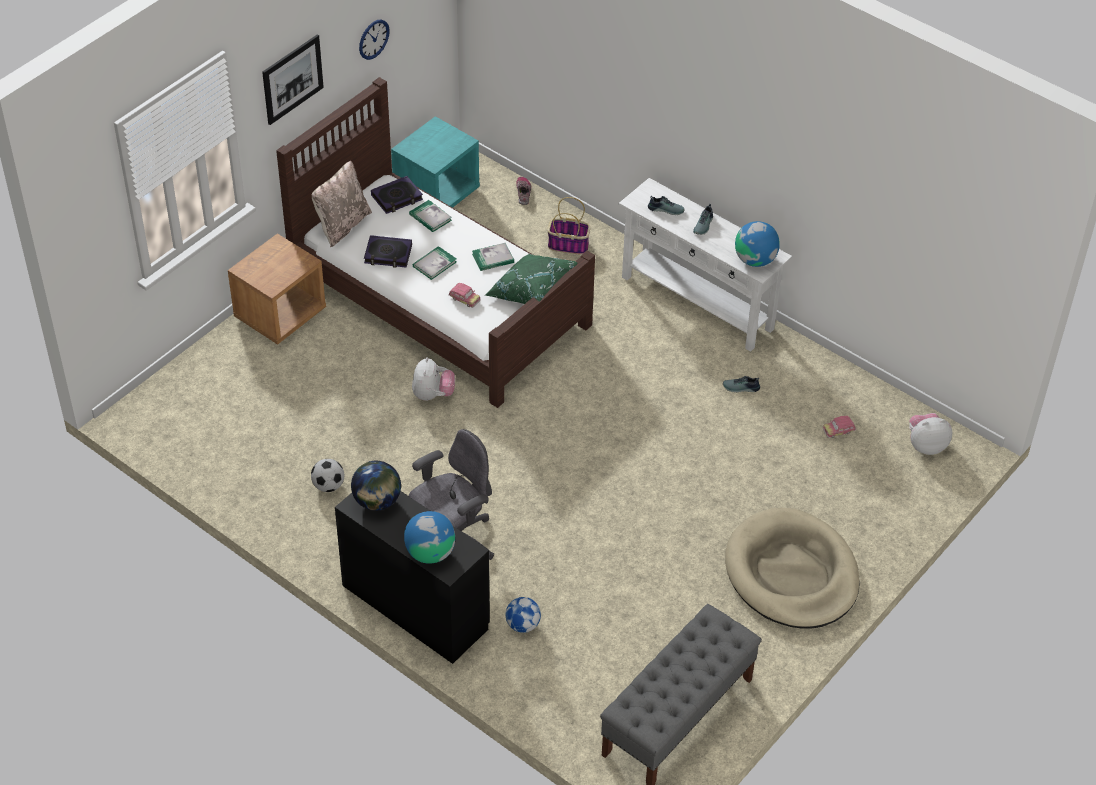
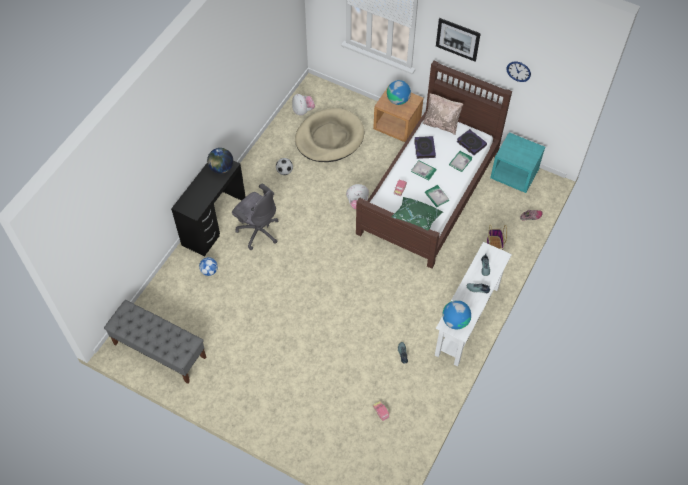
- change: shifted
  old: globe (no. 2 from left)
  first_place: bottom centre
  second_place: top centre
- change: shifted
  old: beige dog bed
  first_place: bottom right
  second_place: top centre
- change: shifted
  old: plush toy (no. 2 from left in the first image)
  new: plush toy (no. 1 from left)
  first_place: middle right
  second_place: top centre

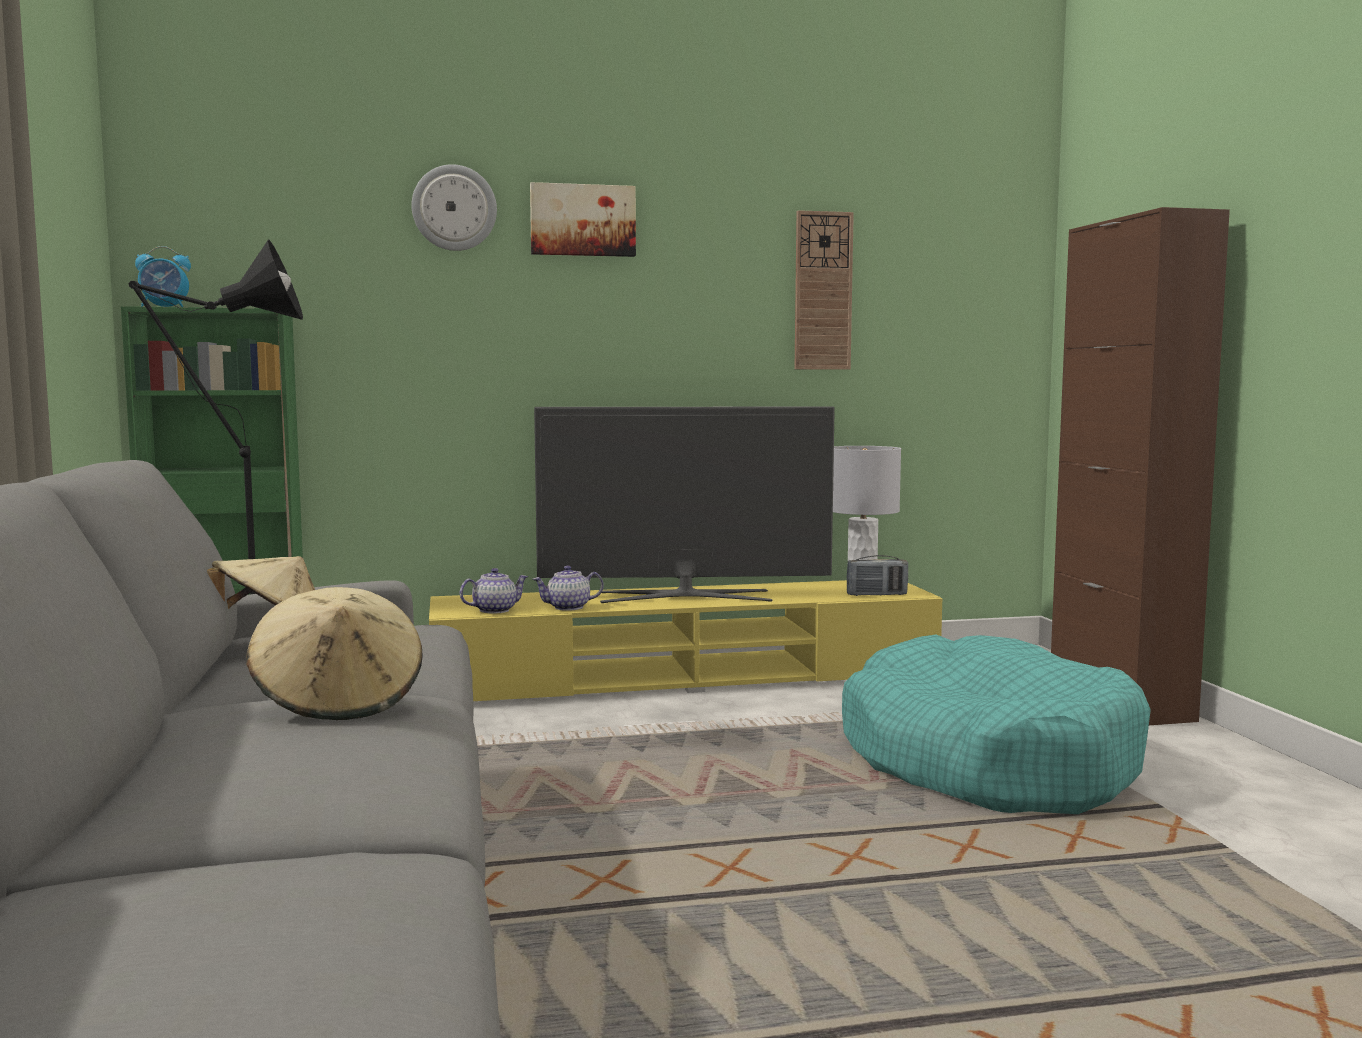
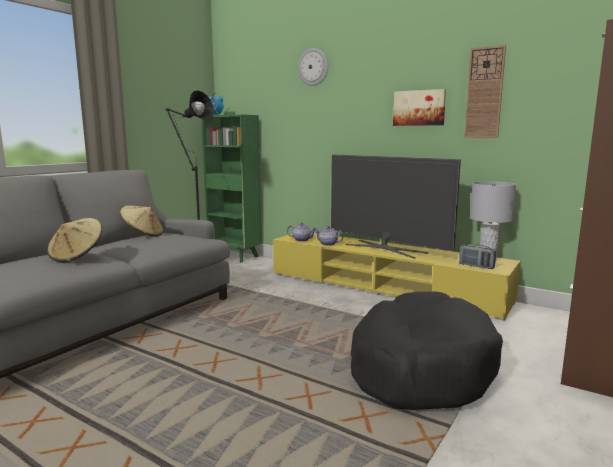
- change: shifted
  old: picture
  first_place: top centre
  second_place: top right
- change: repainted
  old: turquoise dog bed
  new: black dog bed
  first_place: bottom right
  second_place: bottom right

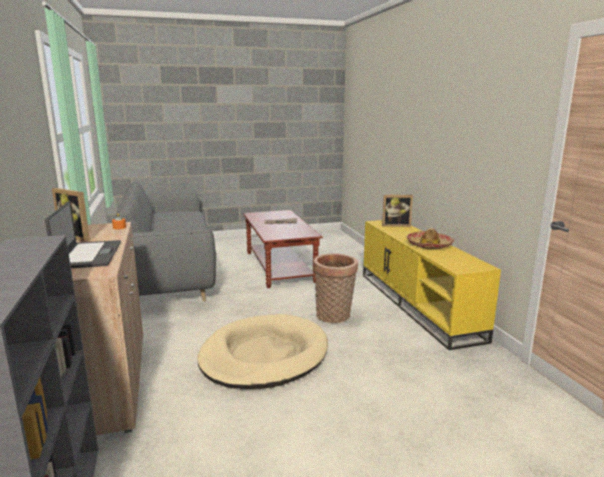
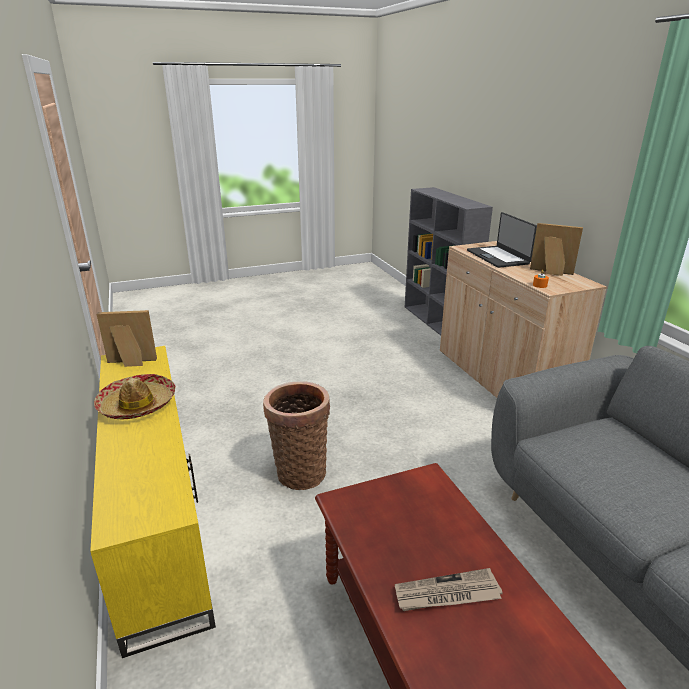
- change: gone
  old: beige dog bed
  first_place: bottom centre
- change: shifted
  old: picture frame (no. 2 from left in the first image)
  new: picture frame (no. 1 from left)
  first_place: centre
  second_place: middle left

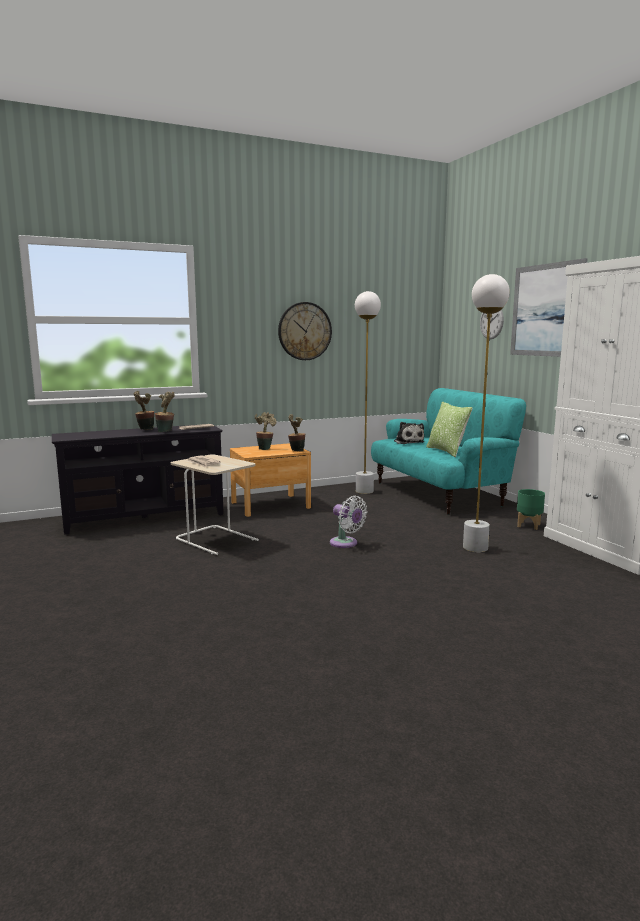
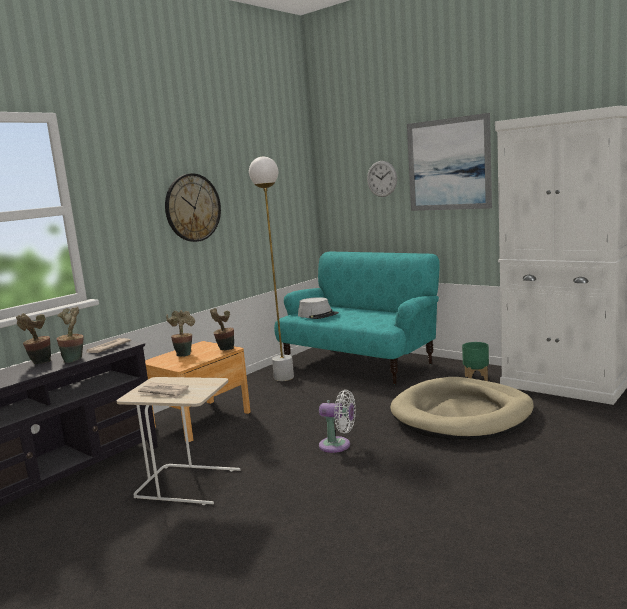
- change: swapped
  old: plush toy
  new: grey hat
  first_place: centre
  second_place: centre
- change: gone
  old: pillow
  first_place: middle right
- change: swapped
  old: white floor lamp (no. 2 from left)
  new: beige dog bed
  first_place: middle right
  second_place: bottom right

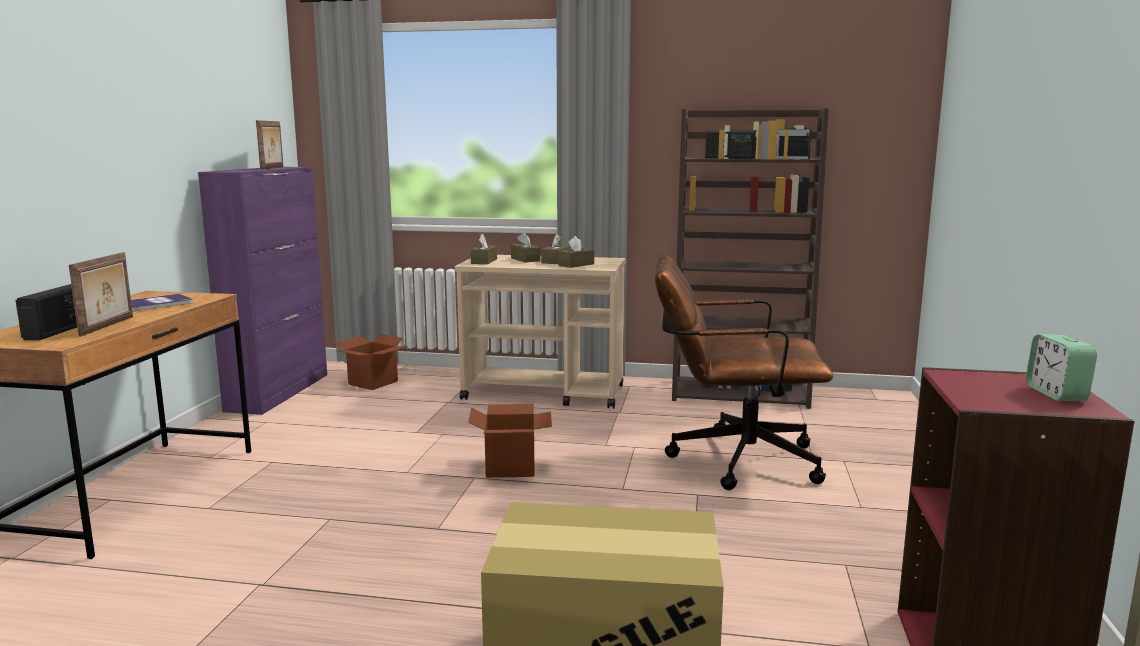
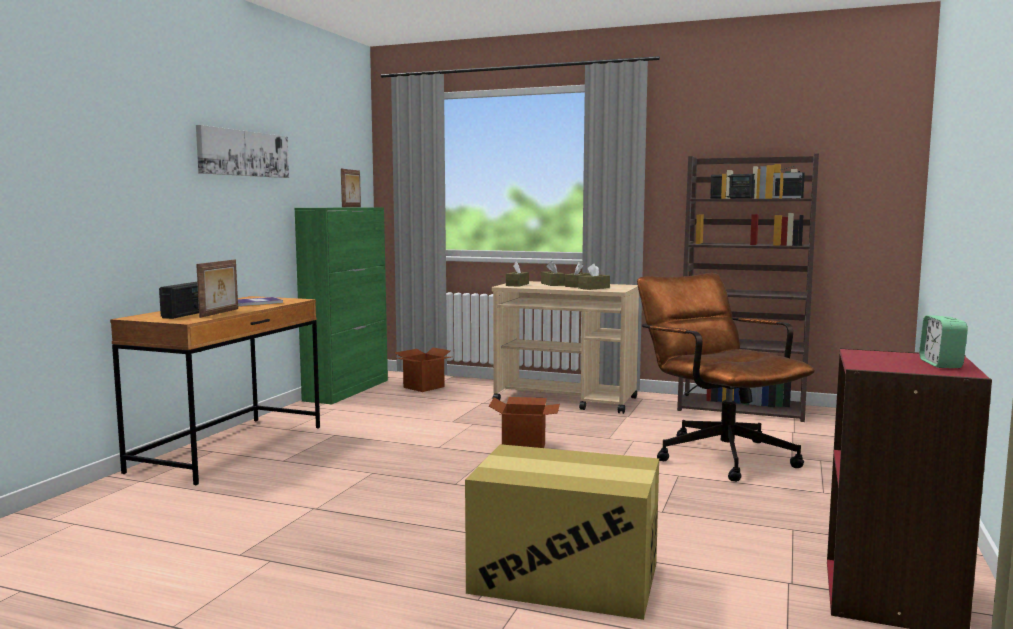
- change: repainted
  old: purple cabinet
  new: green cabinet
  first_place: middle left
  second_place: centre
- change: rotated
  old: brown office chair
  first_place: centre
  second_place: middle right
  degrees: 45
- change: new
  new: picture
  second_place: top left

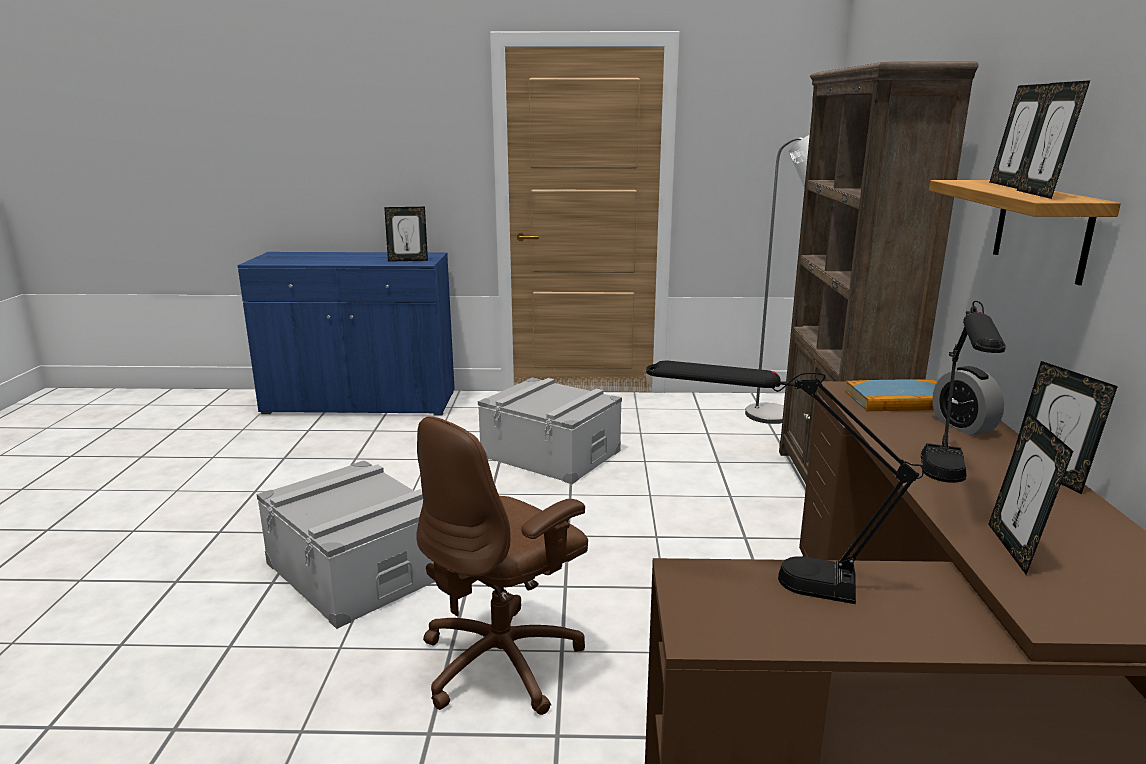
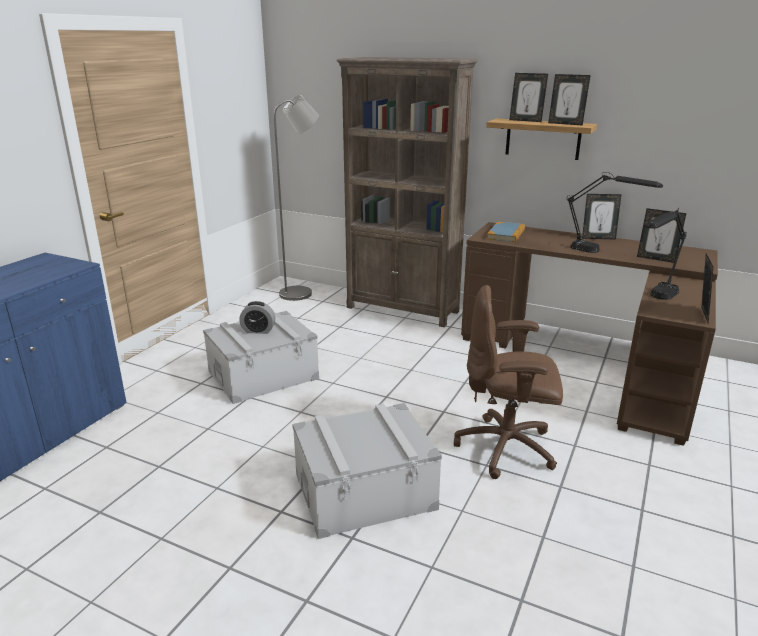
- change: shifted
  old: picture frame (no. 1 from left in the first image)
  new: picture frame (no. 5 from left)
  first_place: top centre
  second_place: middle right
- change: rotated
  old: brown office chair
  first_place: bottom centre
  second_place: middle right
  degrees: 120
- change: shifted
  old: alarm clock
  first_place: middle right
  second_place: centre

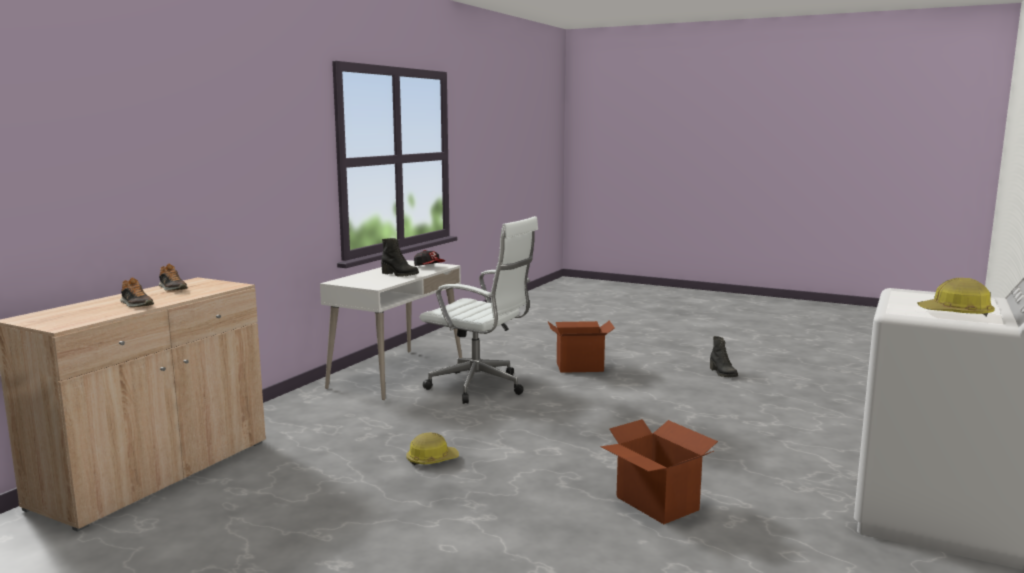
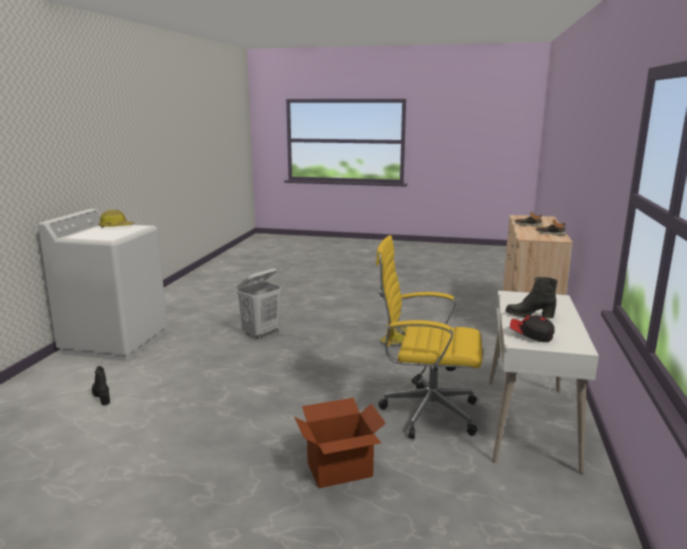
- change: repainted
  old: white office chair
  new: yellow office chair
  first_place: centre
  second_place: centre
- change: swapped
  old: cardboard box (no. 2 from left)
  new: white laundry basket
  first_place: bottom centre
  second_place: centre
- change: shifted
  old: black boot (no. 2 from left in the first image)
  new: black boot (no. 1 from left)
  first_place: middle right
  second_place: bottom left

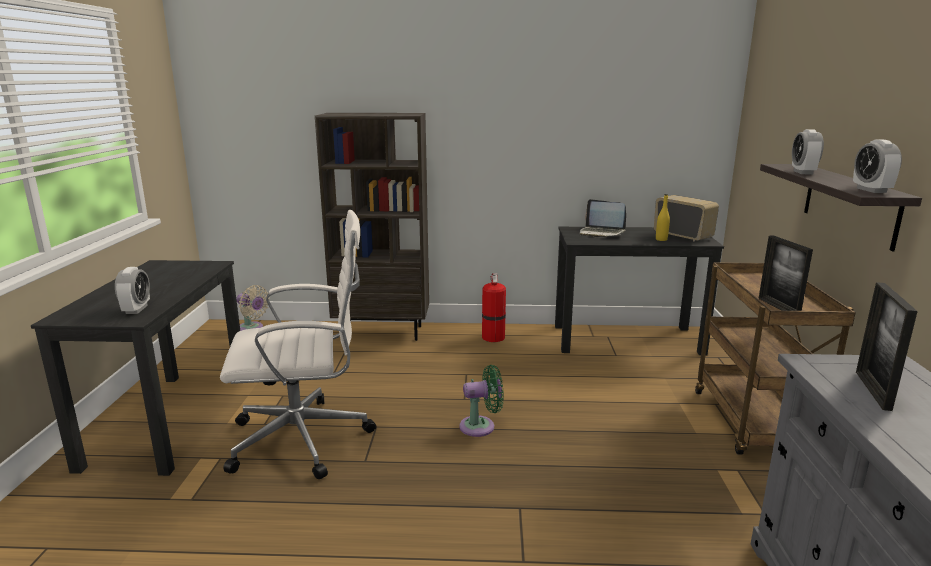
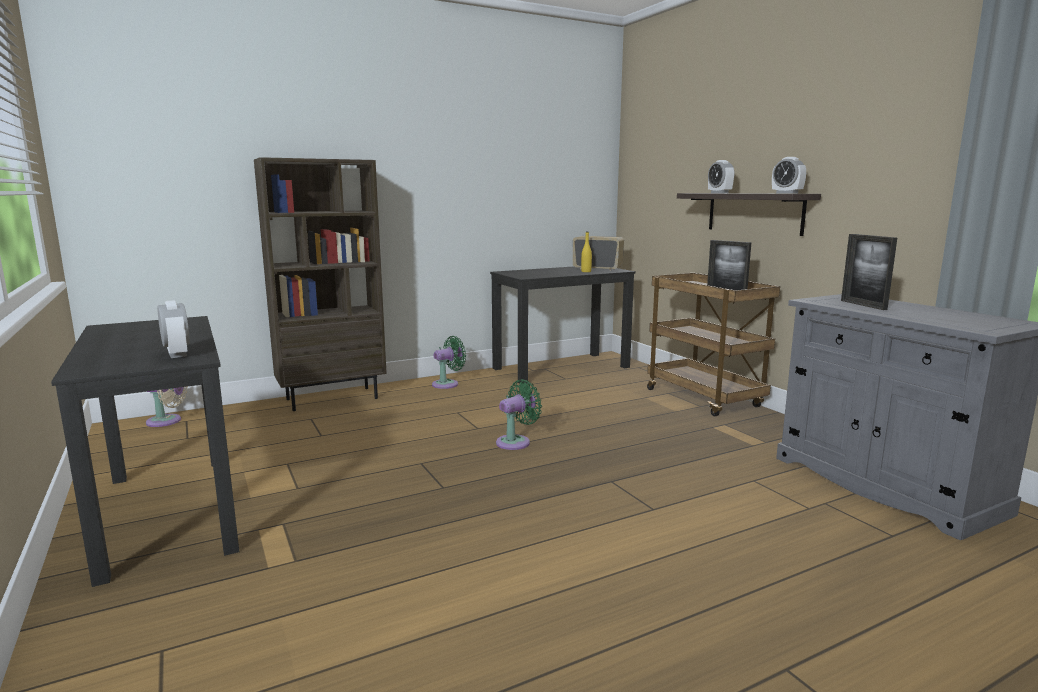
- change: gone
  old: white office chair
  first_place: middle left
- change: swapped
  old: fire extinguisher
  new: green fan (no. 1 from left)
  first_place: centre
  second_place: centre
- change: gone
  old: laptop
  first_place: centre

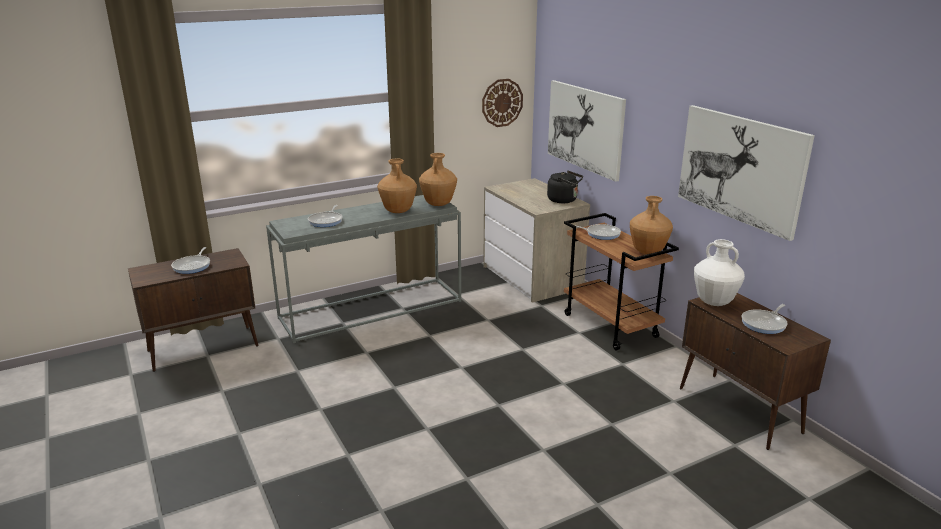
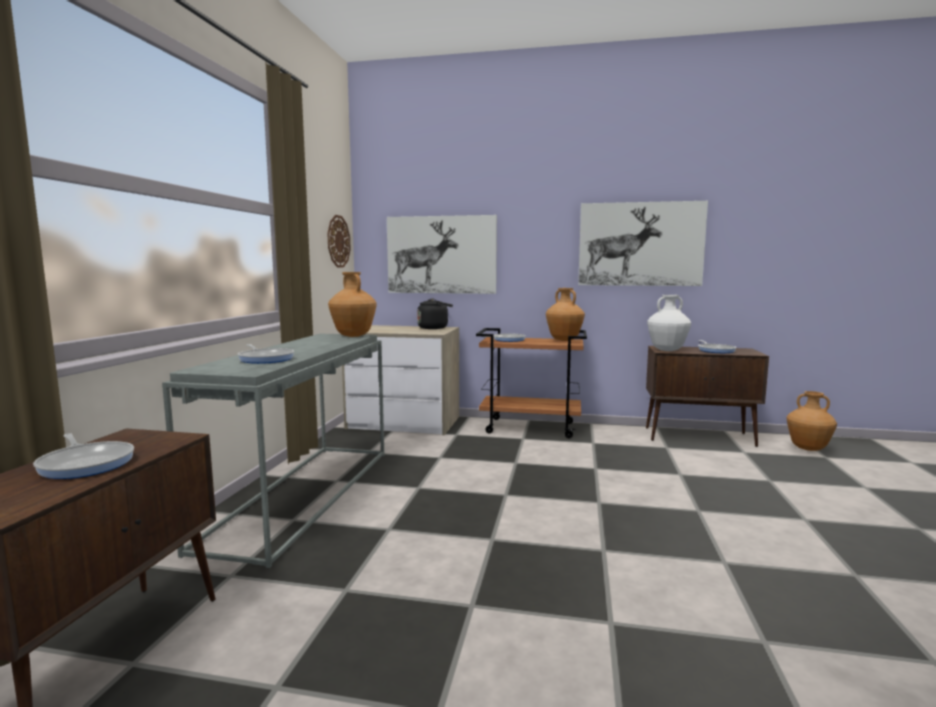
- change: shifted
  old: brown vase (no. 1 from left in the first image)
  new: brown vase (no. 3 from left)
  first_place: centre
  second_place: middle right

